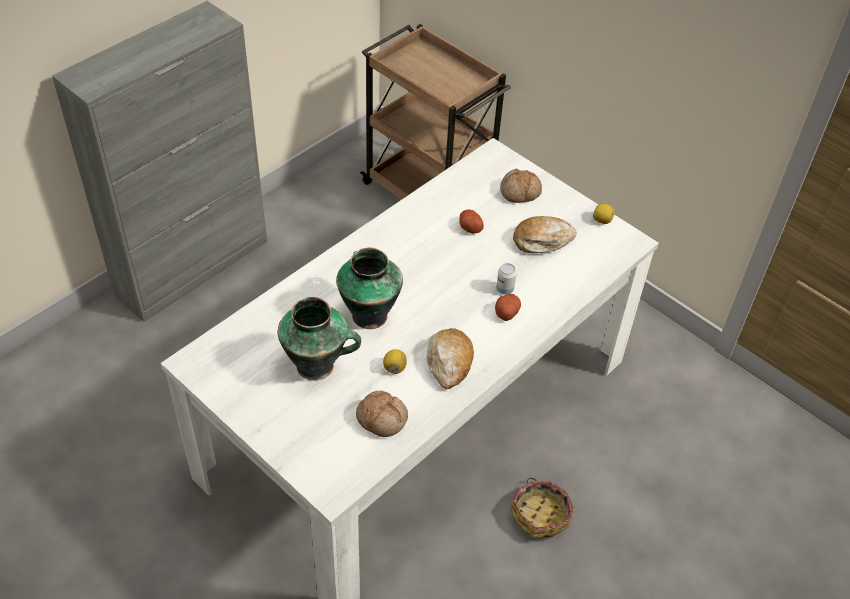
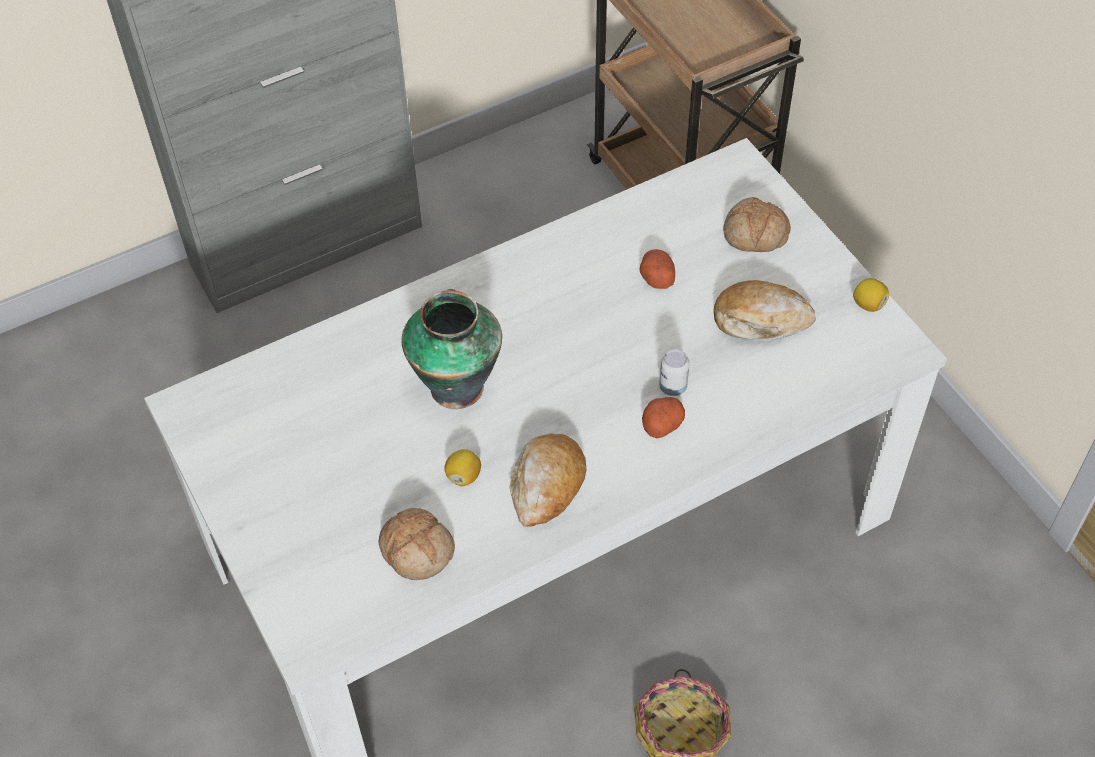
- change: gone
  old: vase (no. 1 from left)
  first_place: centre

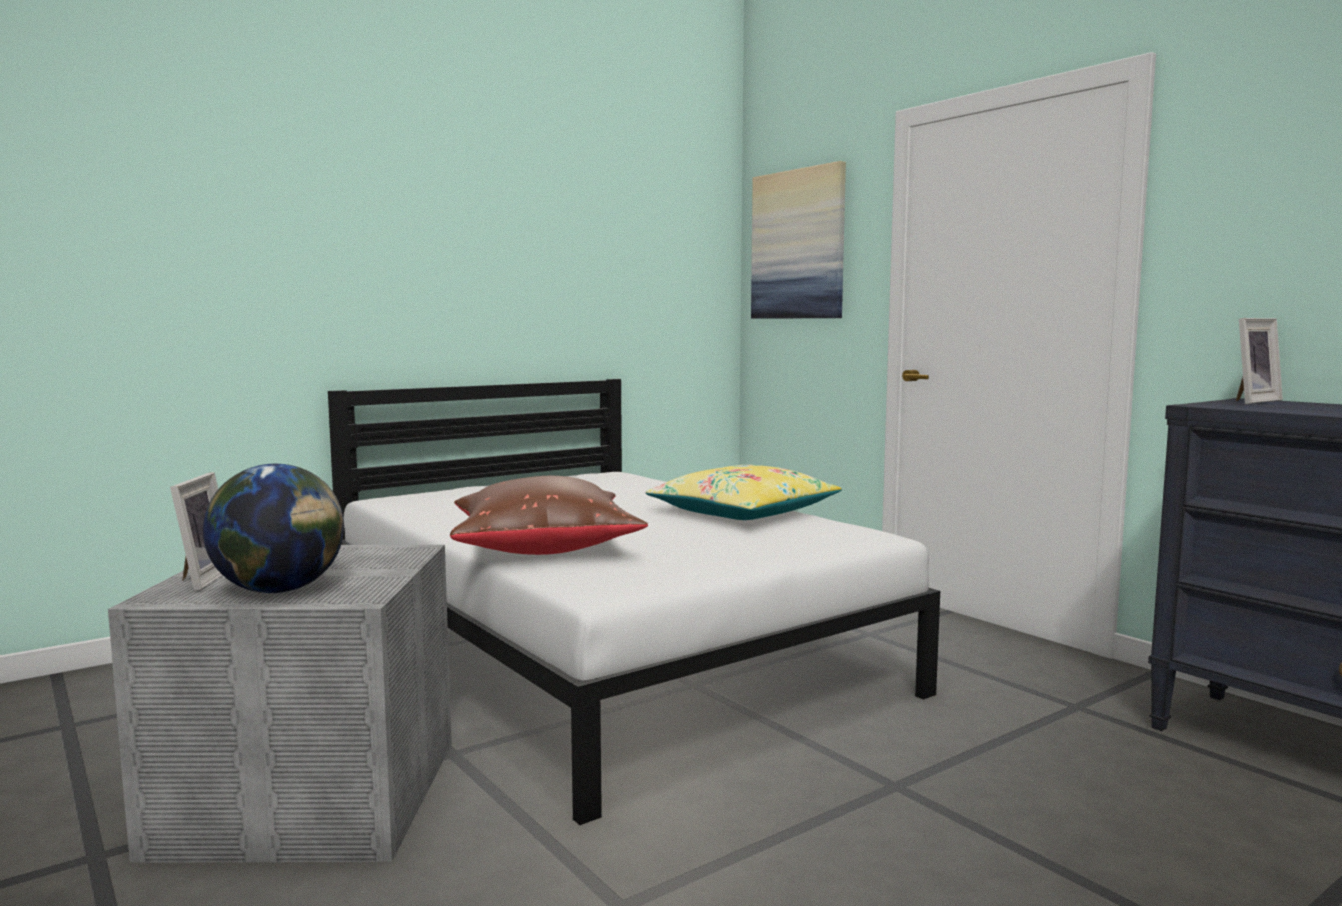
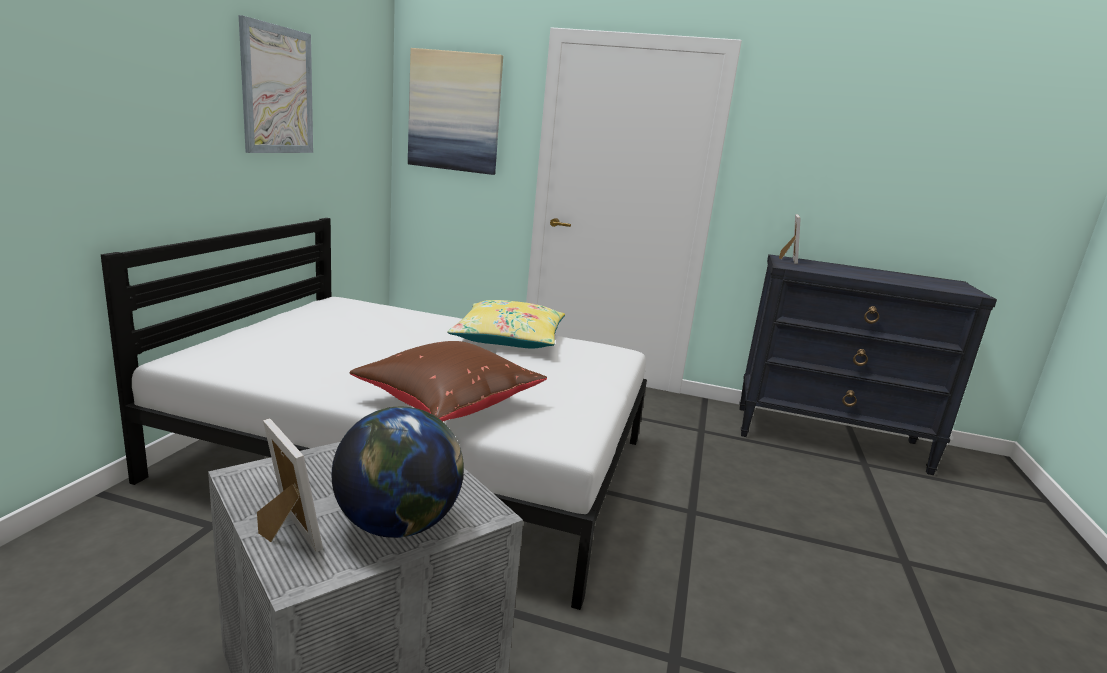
- change: new
  new: picture (no. 1 from left)
  second_place: top left

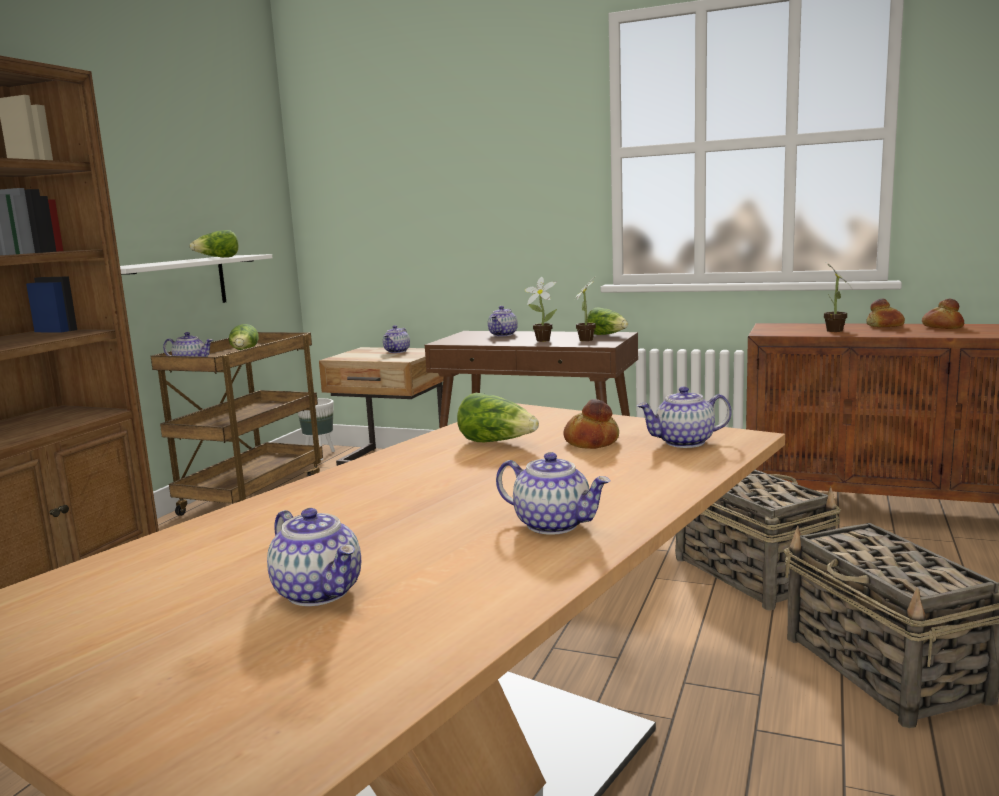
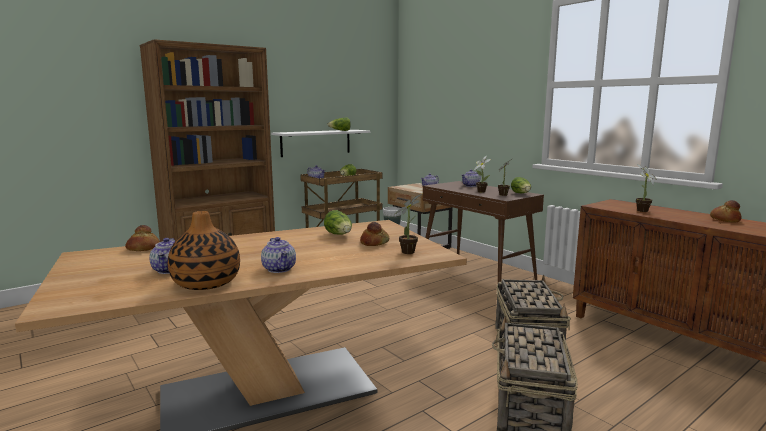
- change: swapped
  old: teapot (no. 6 from left)
  new: potted plant (no. 1 from left)
  first_place: middle right
  second_place: centre
- change: shifted
  old: bread (no. 2 from left in the first image)
  new: bread (no. 1 from left)
  first_place: middle right
  second_place: middle left
- change: new
  new: vase
  second_place: middle left

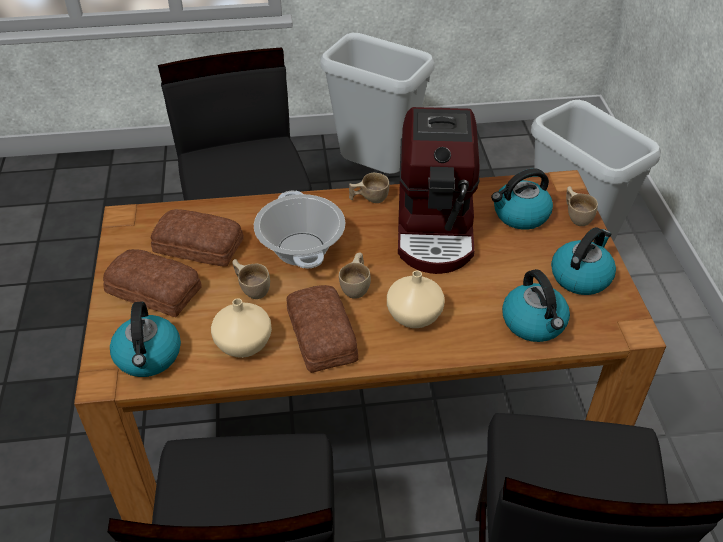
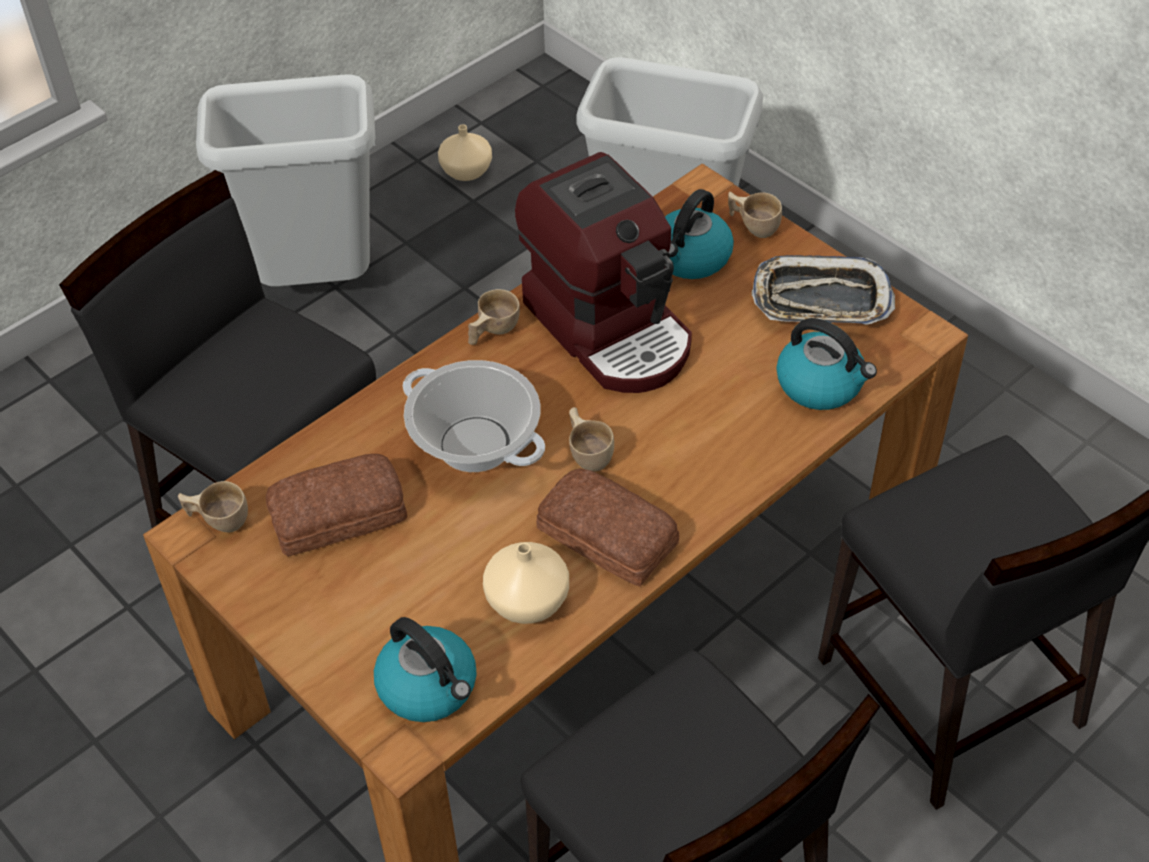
- change: gone
  old: bread (no. 1 from left)
  first_place: middle left
- change: shifted
  old: beige cup (no. 1 from left)
  first_place: centre
  second_place: middle left
- change: shifted
  old: beige vase (no. 2 from left in the first image)
  new: beige vase (no. 1 from left)
  first_place: centre
  second_place: top centre
- change: swapped
  old: kettle (no. 4 from left)
  new: tray
  first_place: middle right
  second_place: middle right

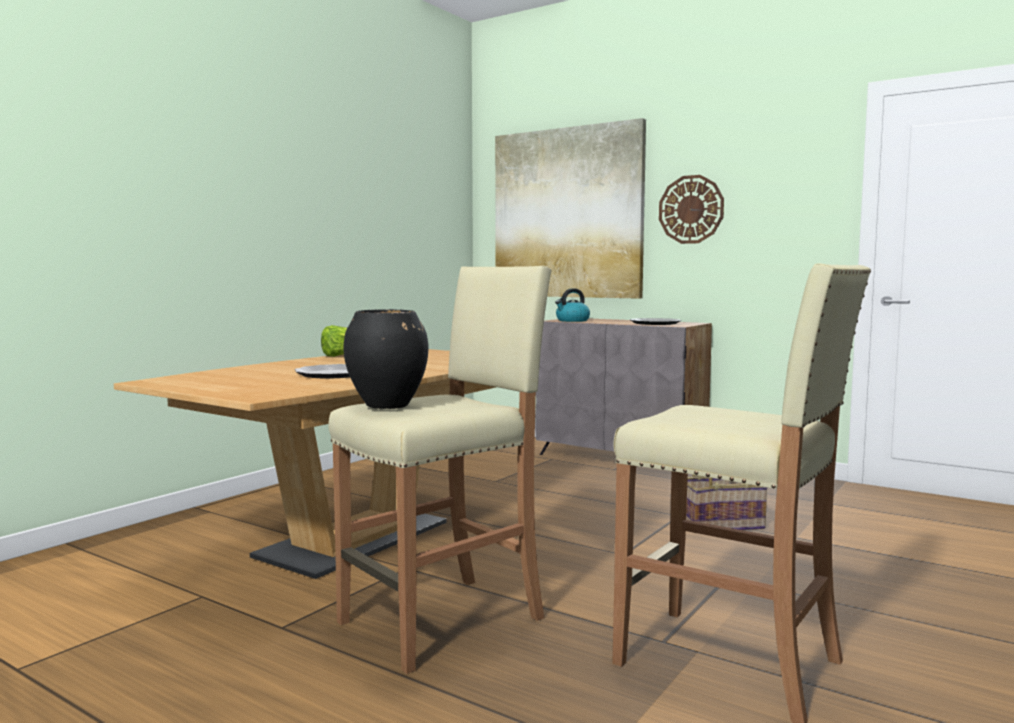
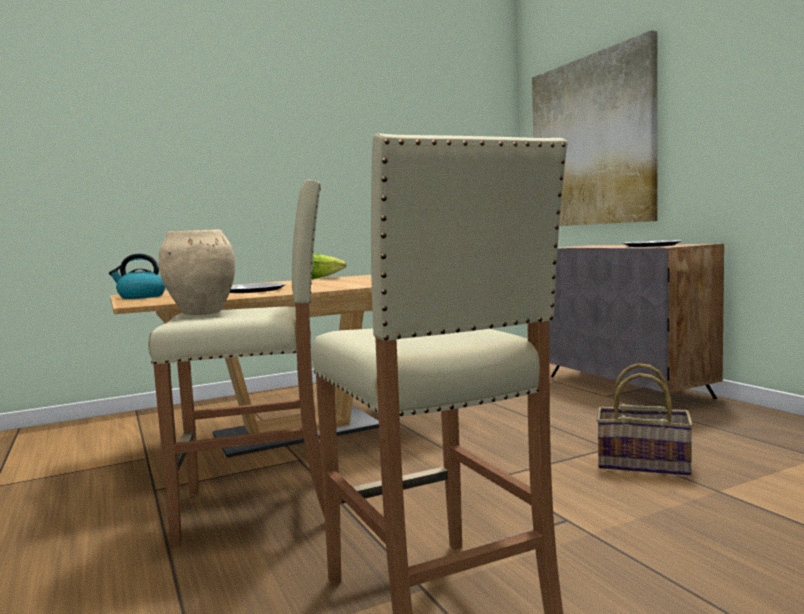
- change: repainted
  old: black vase
  new: beige vase
  first_place: centre
  second_place: middle left
- change: shifted
  old: kettle
  first_place: centre
  second_place: middle left
- change: gone
  old: wall clock
  first_place: top right

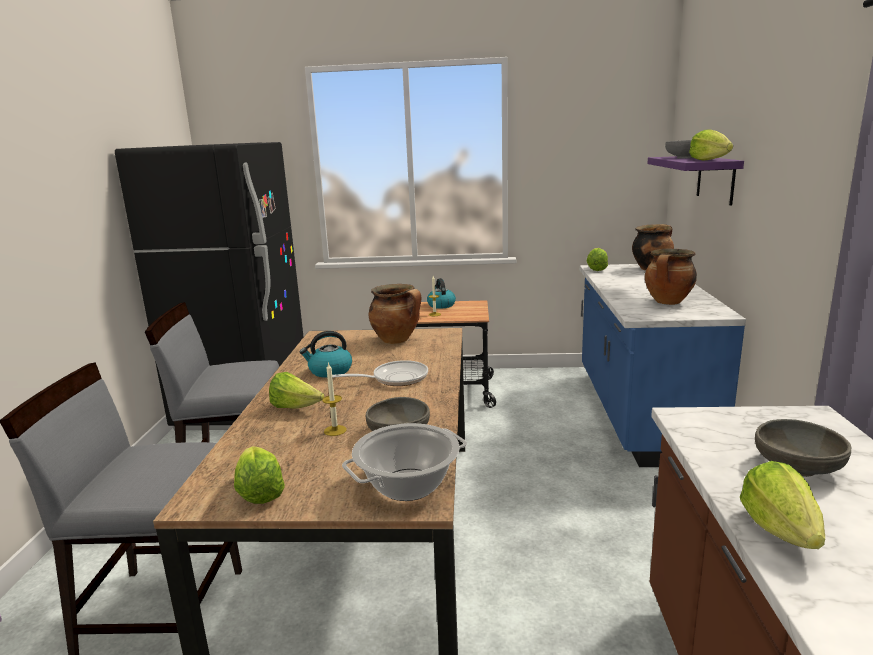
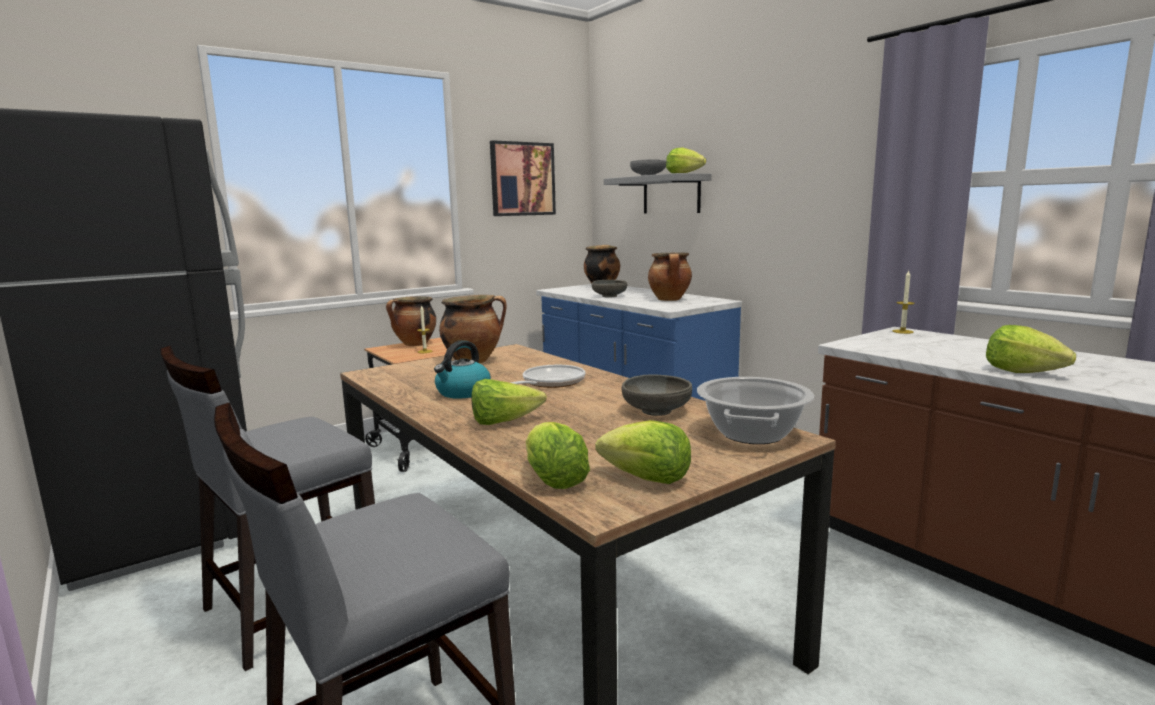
- change: shifted
  old: candle (no. 1 from left in the first image)
  new: candle (no. 2 from left)
  first_place: centre
  second_place: middle right
- change: swapped
  old: kettle (no. 2 from left)
  new: cooking pot (no. 1 from left)
  first_place: centre
  second_place: centre
- change: shifted
  old: lettuce (no. 3 from left in the first image)
  new: lettuce (no. 2 from left)
  first_place: middle right
  second_place: centre
- change: repainted
  old: purple shelf
  new: grey shelf
  first_place: top right
  second_place: top centre
- change: shifted
  old: grey bowl (no. 3 from left in the first image)
  new: grey bowl (no. 1 from left)
  first_place: bottom right
  second_place: centre
- change: new
  new: picture
  second_place: top centre

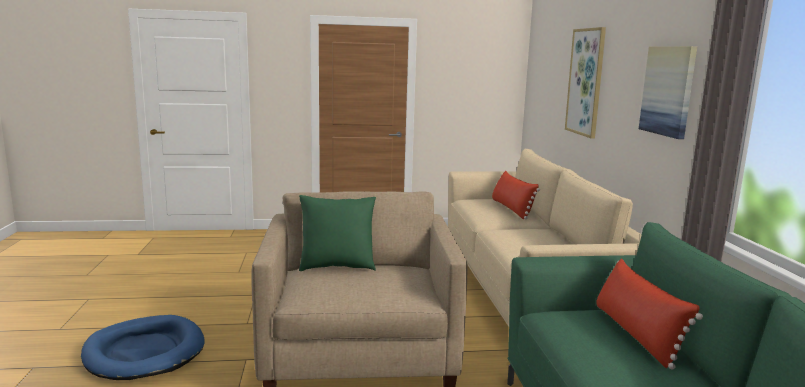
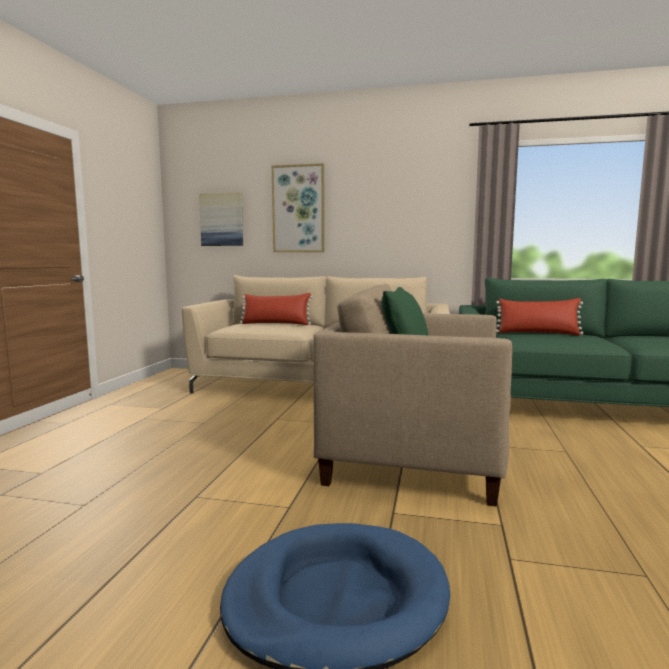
- change: shifted
  old: picture (no. 2 from left in the first image)
  new: picture (no. 1 from left)
  first_place: top right
  second_place: top left

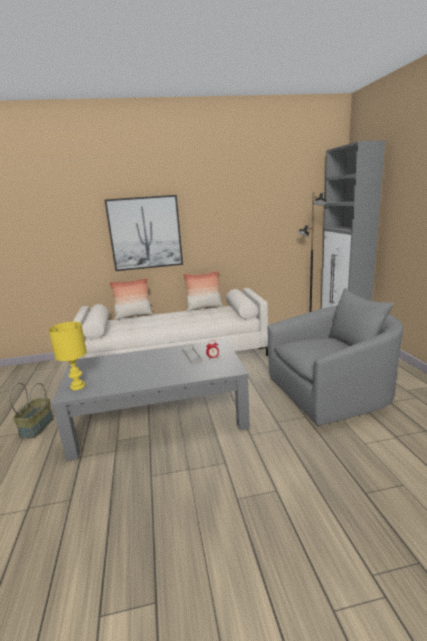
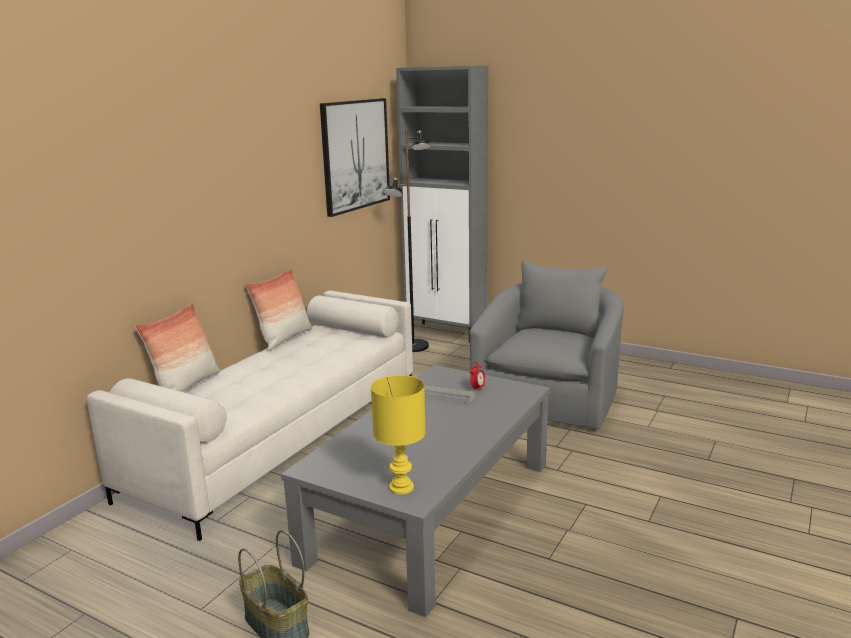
- change: shifted
  old: picture
  first_place: centre
  second_place: top centre

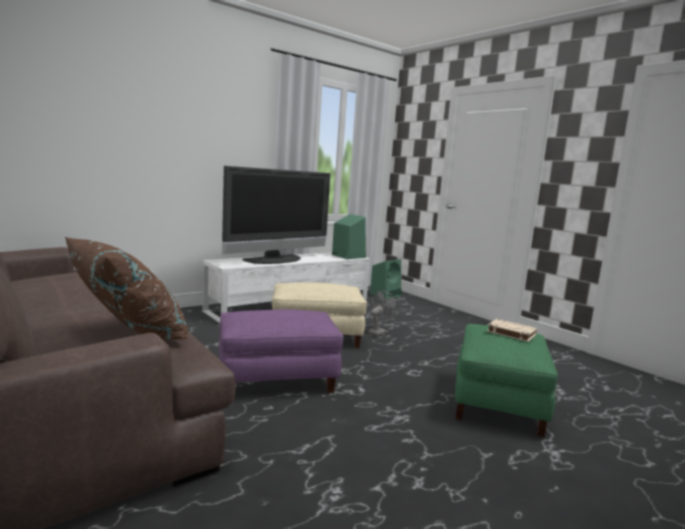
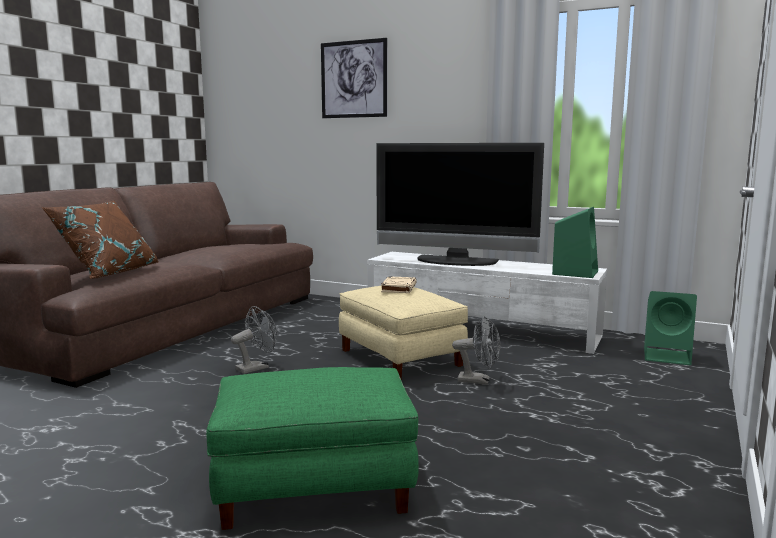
- change: swapped
  old: purple ottoman
  new: grey fan (no. 1 from left)
  first_place: centre
  second_place: middle left
- change: shifted
  old: beige book
  first_place: middle right
  second_place: centre
- change: new
  new: picture
  second_place: top centre

